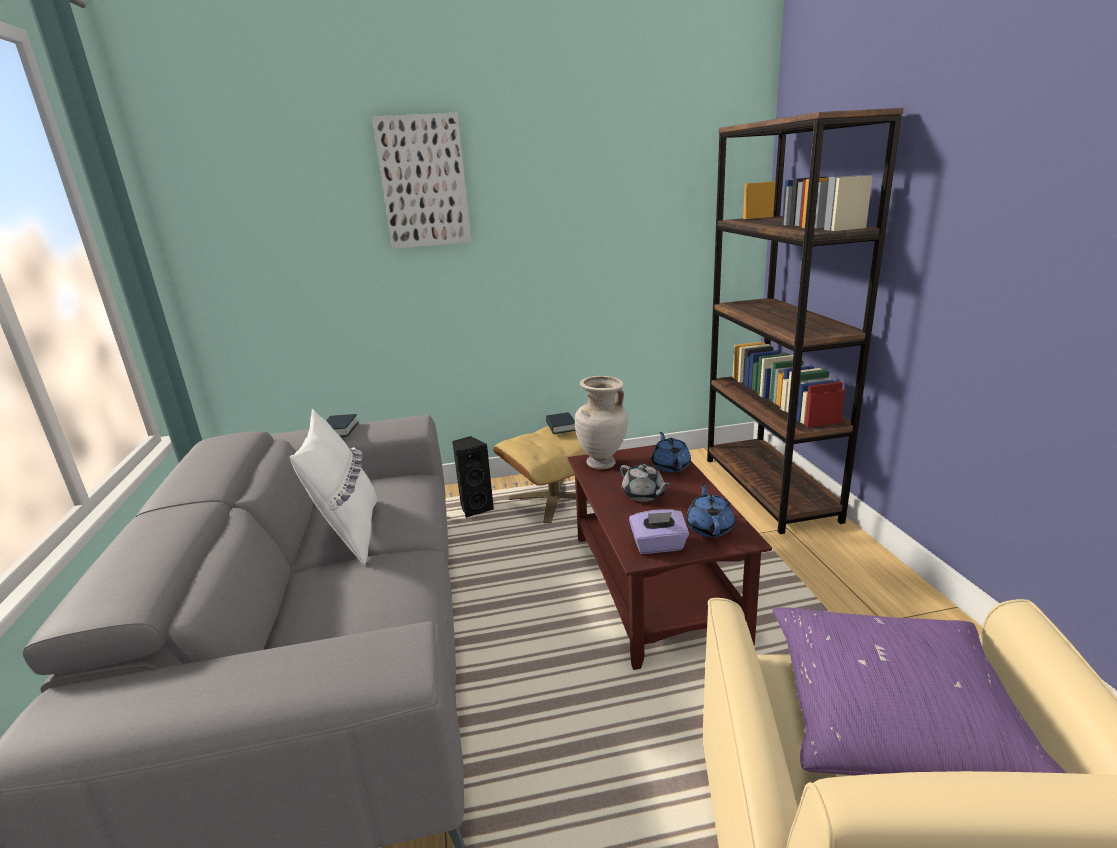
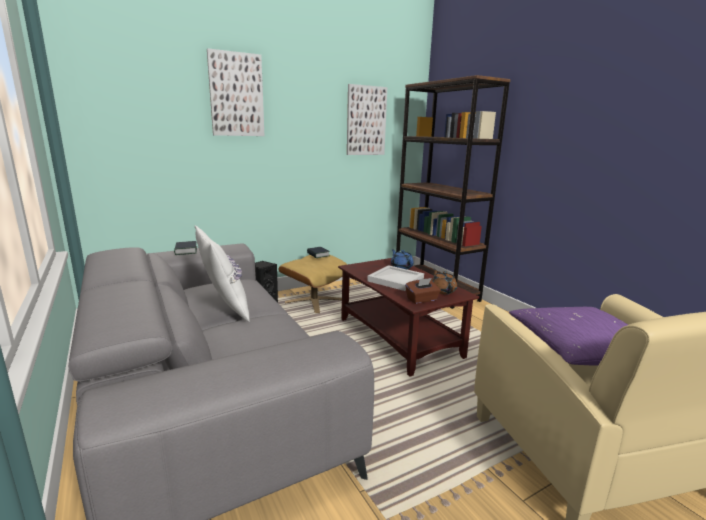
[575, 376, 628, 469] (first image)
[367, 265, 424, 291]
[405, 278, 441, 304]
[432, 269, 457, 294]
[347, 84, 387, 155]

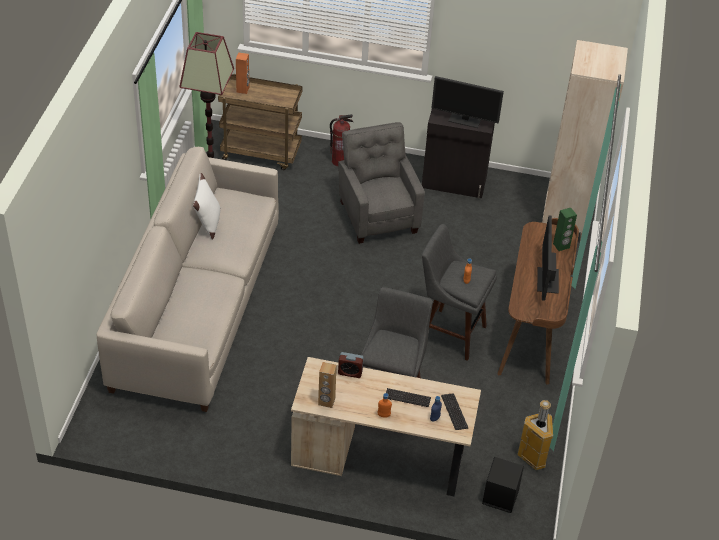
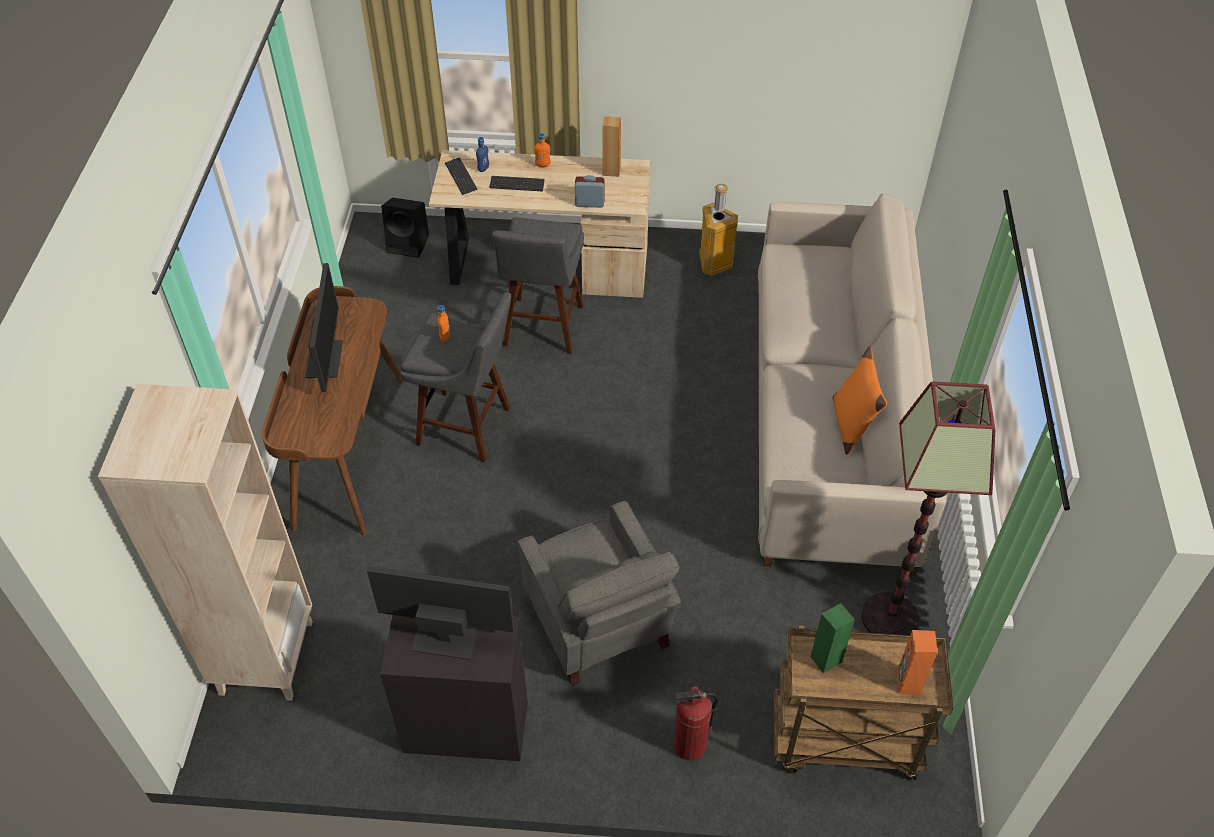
[833, 346, 887, 454]
[699, 184, 738, 276]
[811, 603, 855, 673]

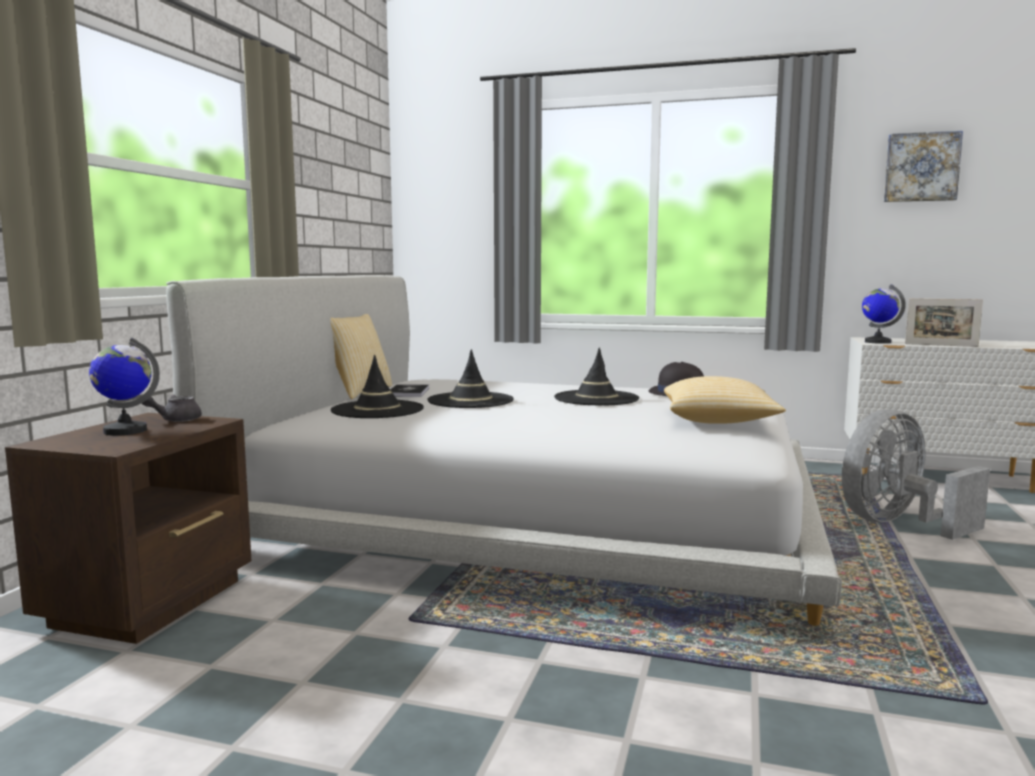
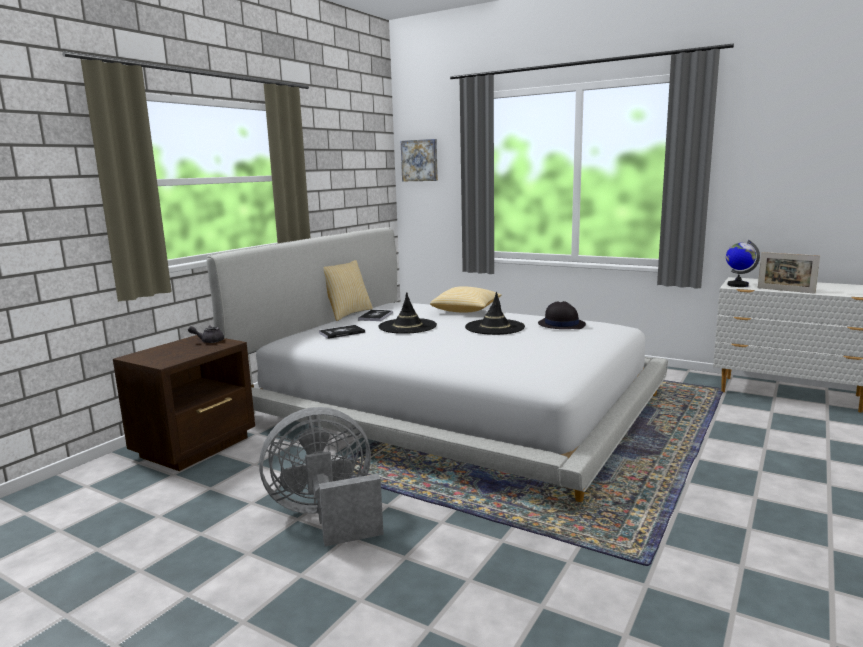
[89, 338, 160, 436] (first image)
[319, 325, 365, 339]
[430, 286, 502, 312]
[259, 407, 384, 546]
[401, 139, 438, 181]

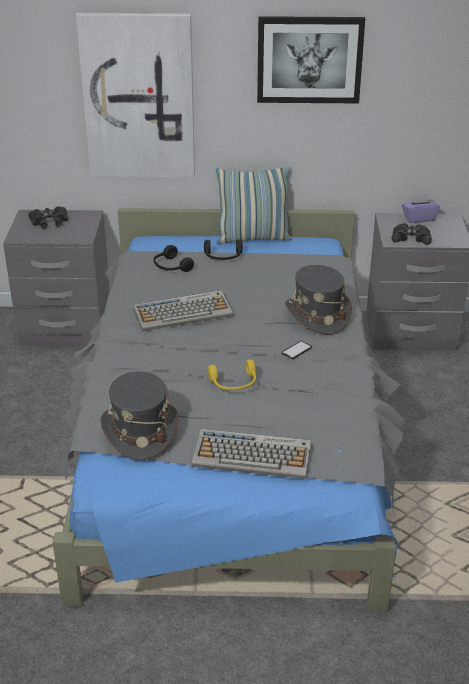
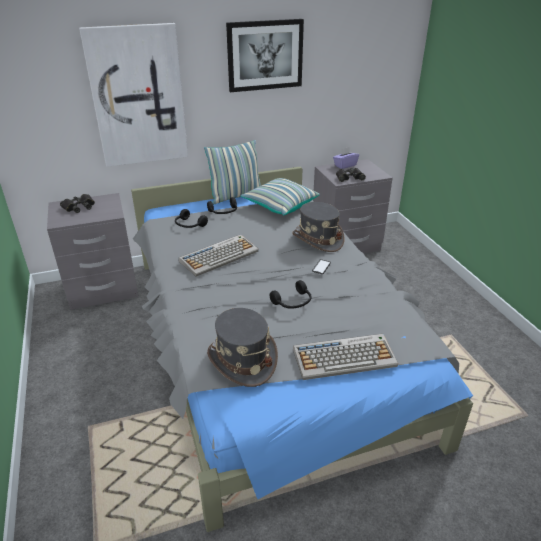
[270, 280, 312, 309]
[241, 178, 320, 215]

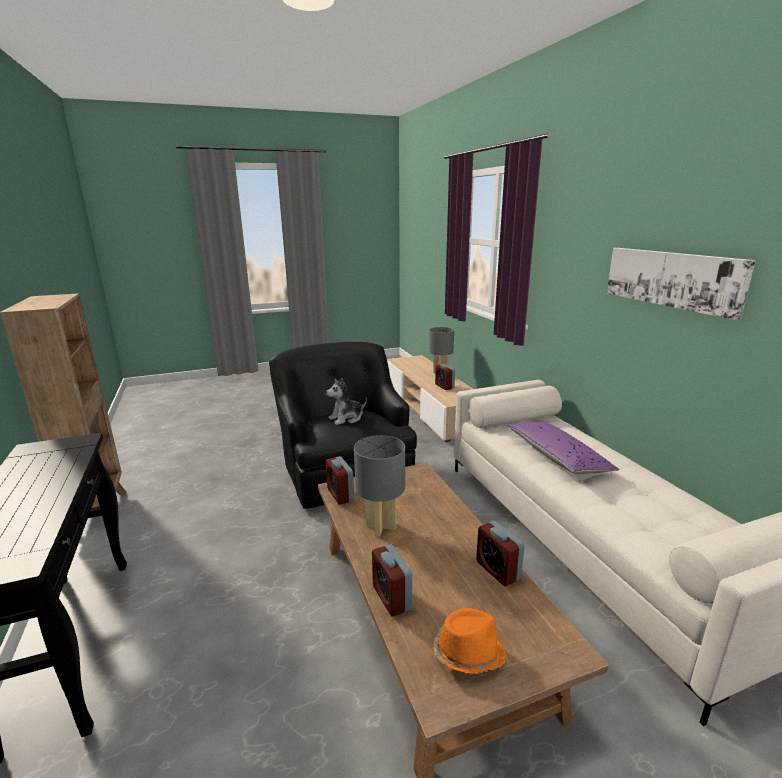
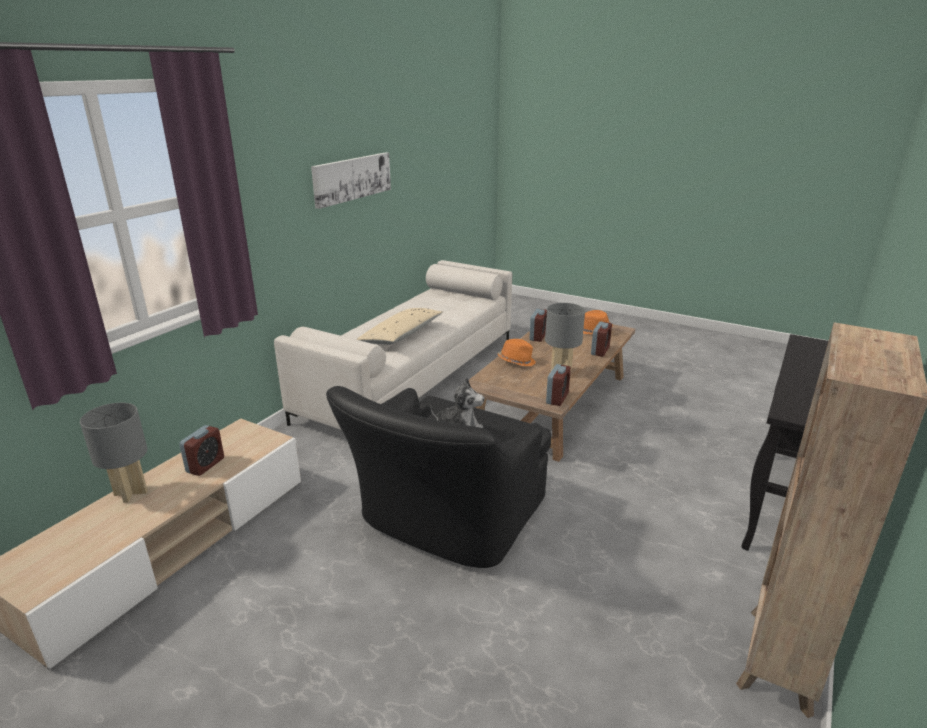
[356, 308, 443, 345]
[498, 339, 536, 366]

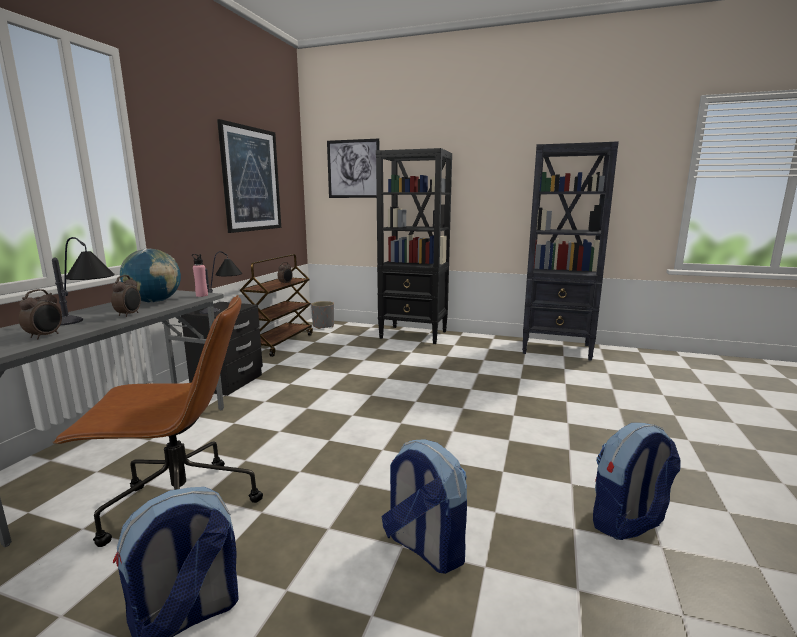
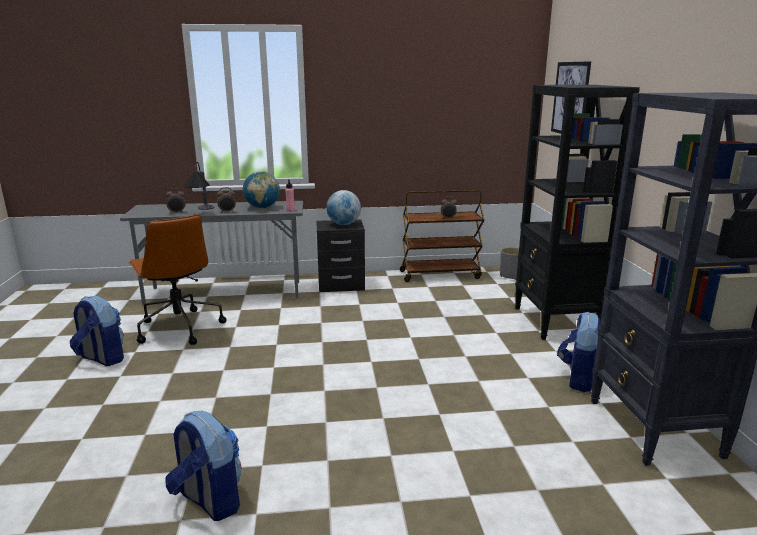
[326, 190, 361, 225]
[217, 119, 281, 233] (first image)
[557, 312, 600, 392]

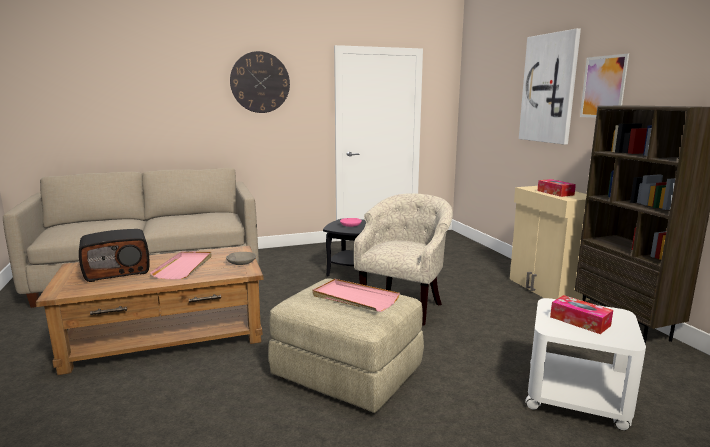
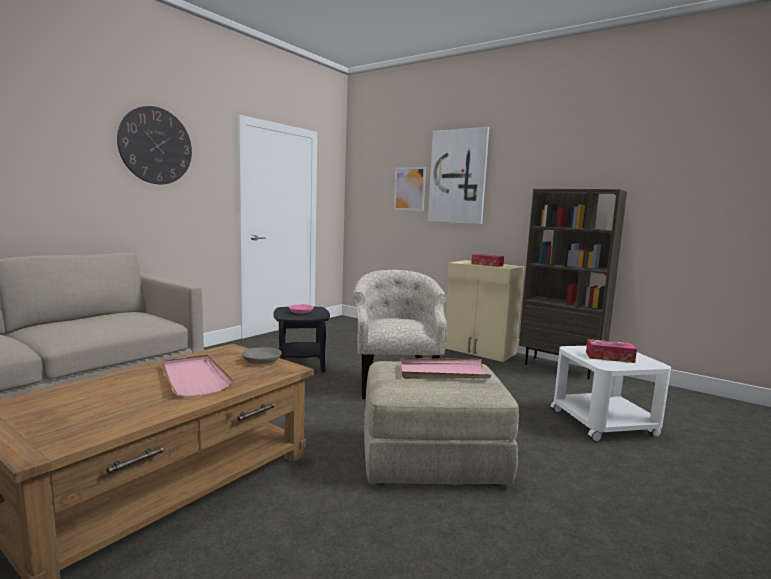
[79, 229, 150, 282] (first image)
[394, 167, 426, 211]

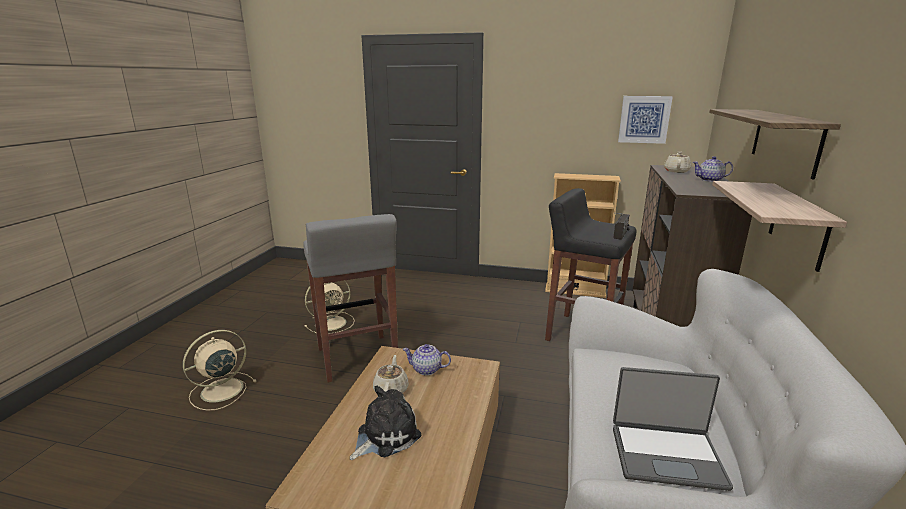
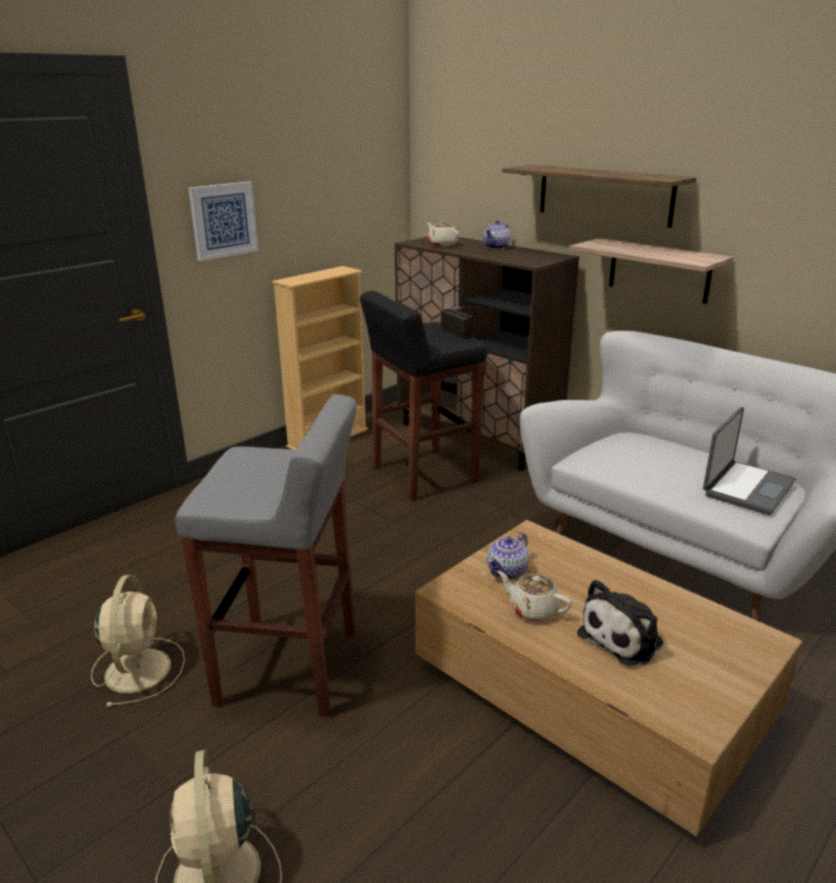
[577, 579, 663, 666]
[188, 182, 258, 261]

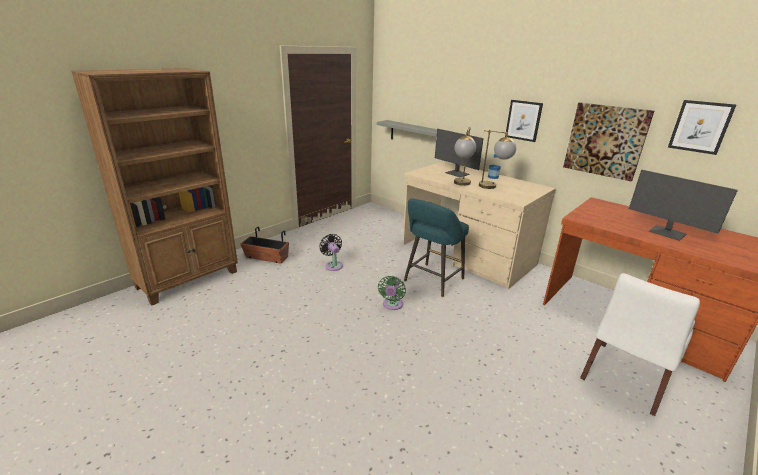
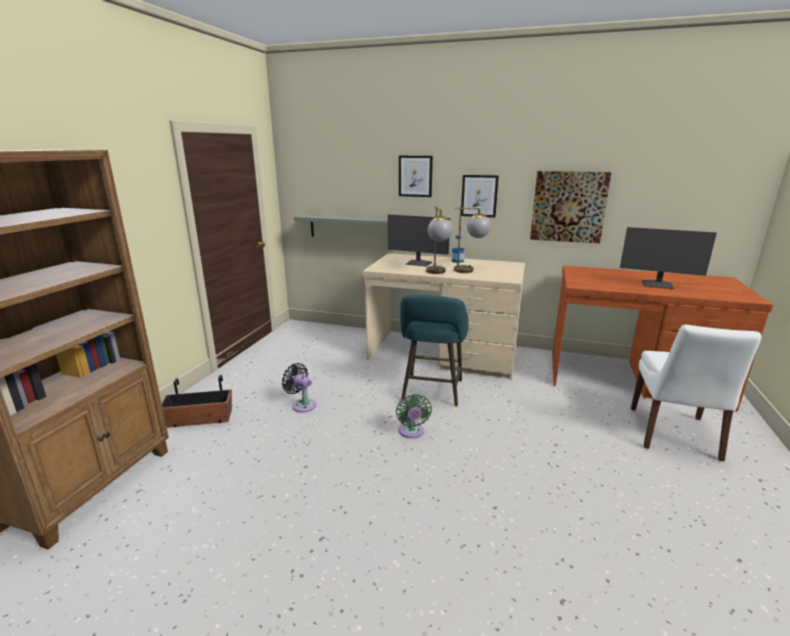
[399, 156, 433, 197]

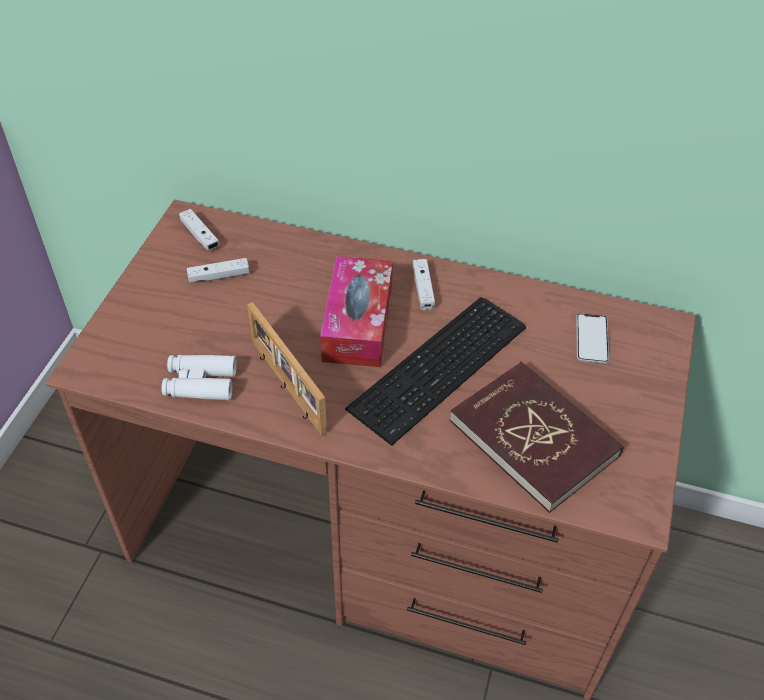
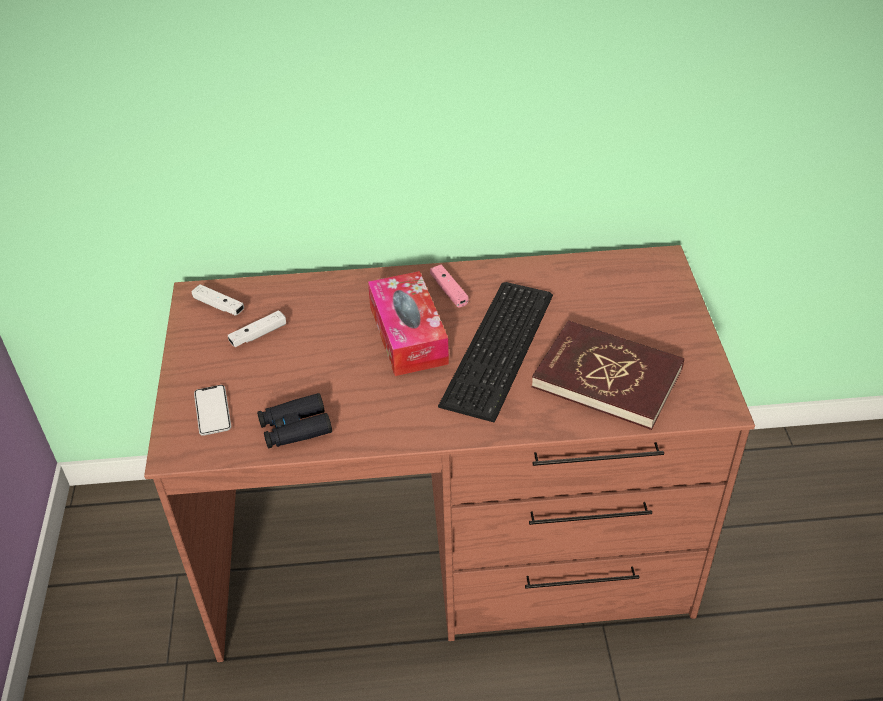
[257, 393, 332, 448]
[247, 302, 327, 437] (first image)
[430, 265, 469, 308]
[194, 385, 231, 436]

